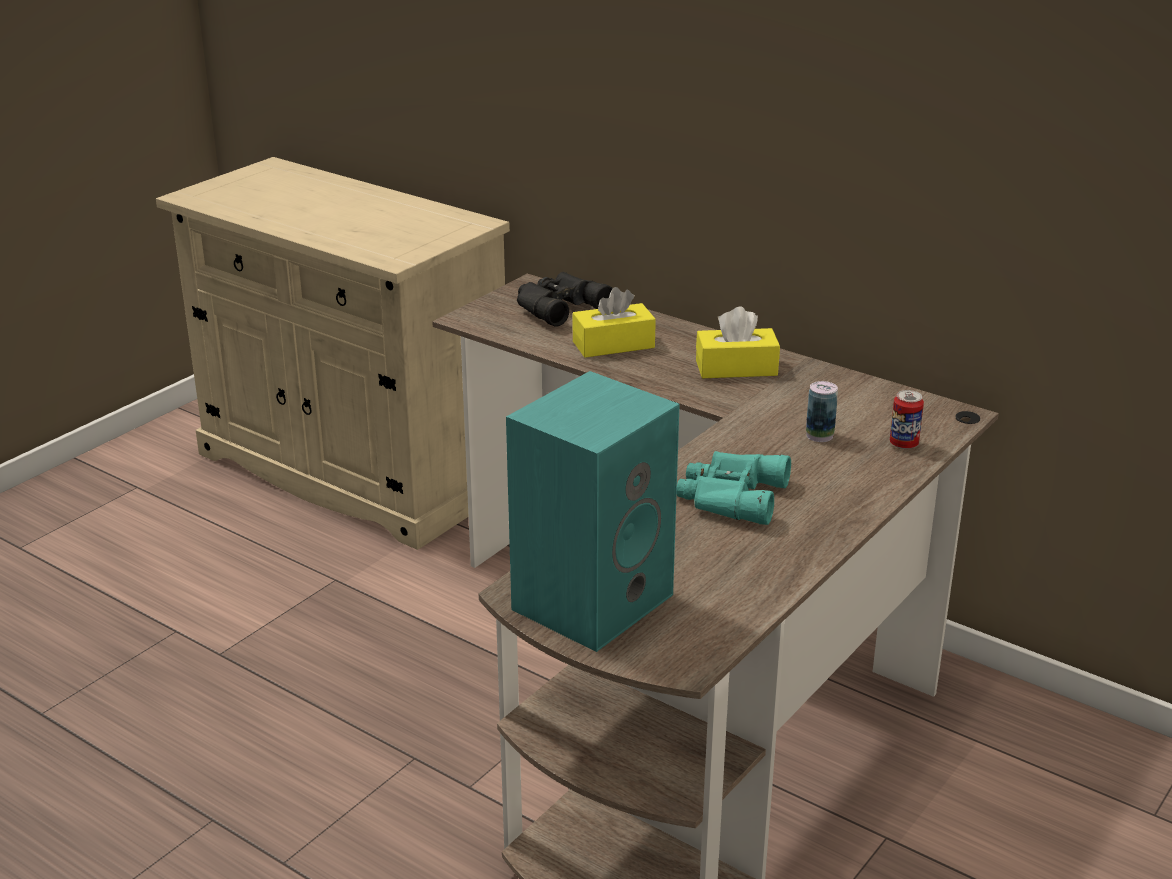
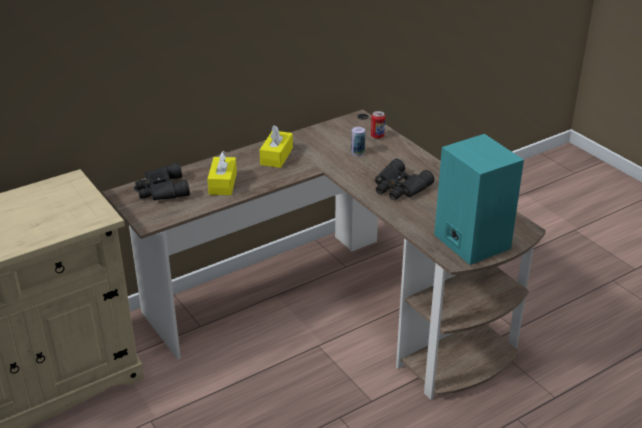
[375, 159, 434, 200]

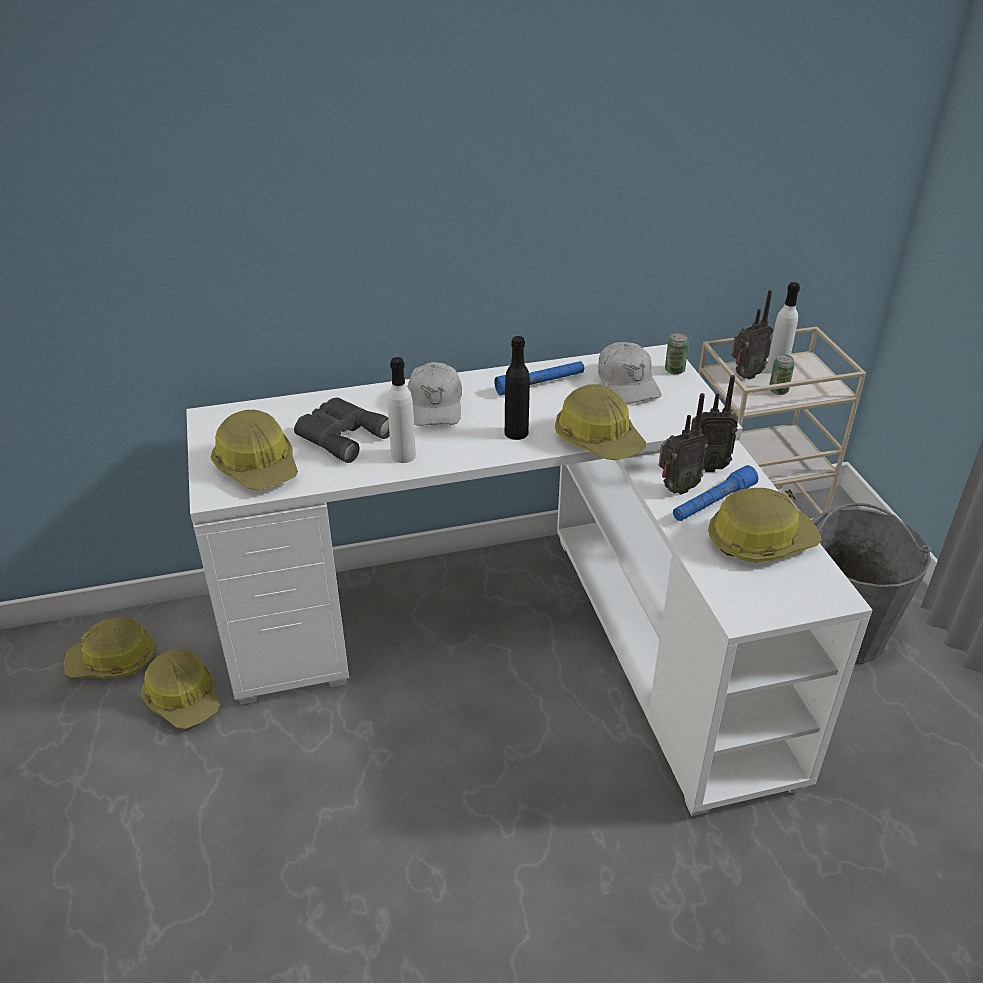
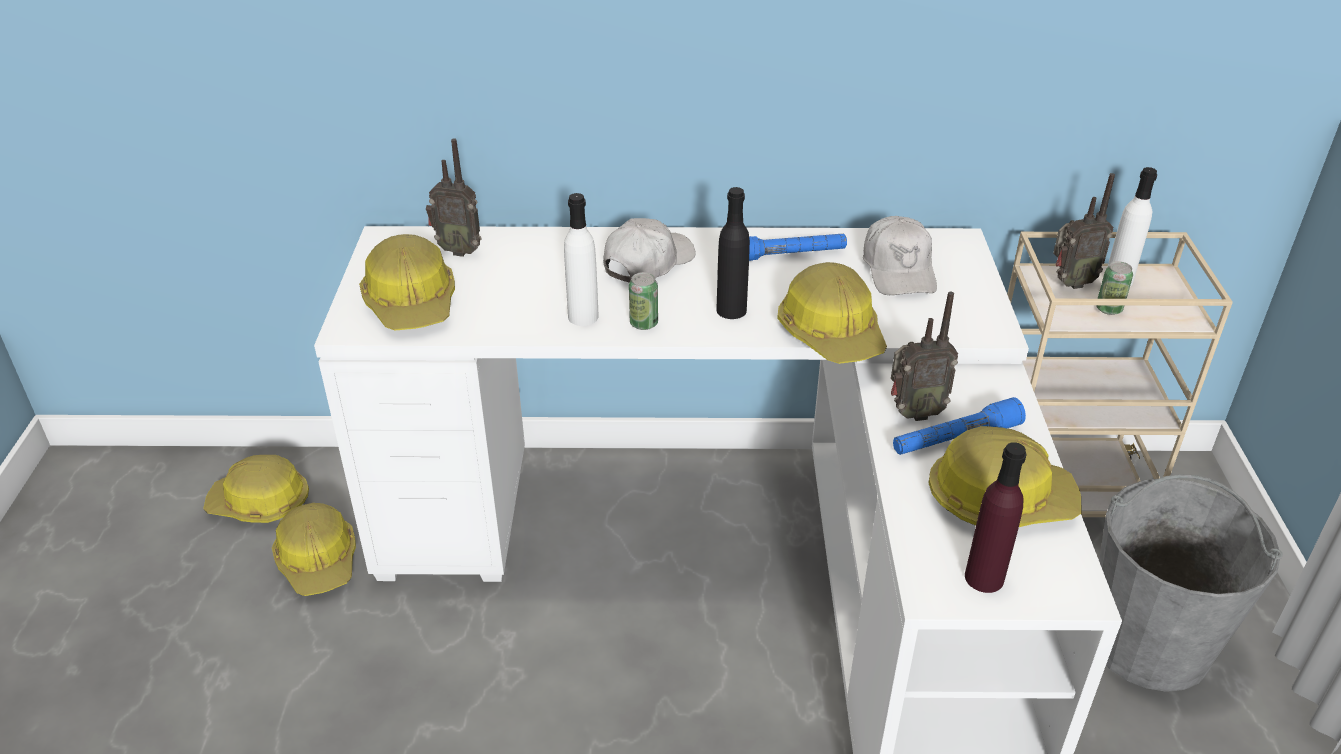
[294, 398, 390, 463] (first image)
[603, 218, 696, 283]
[629, 272, 658, 330]
[426, 139, 482, 257]
[965, 442, 1027, 593]

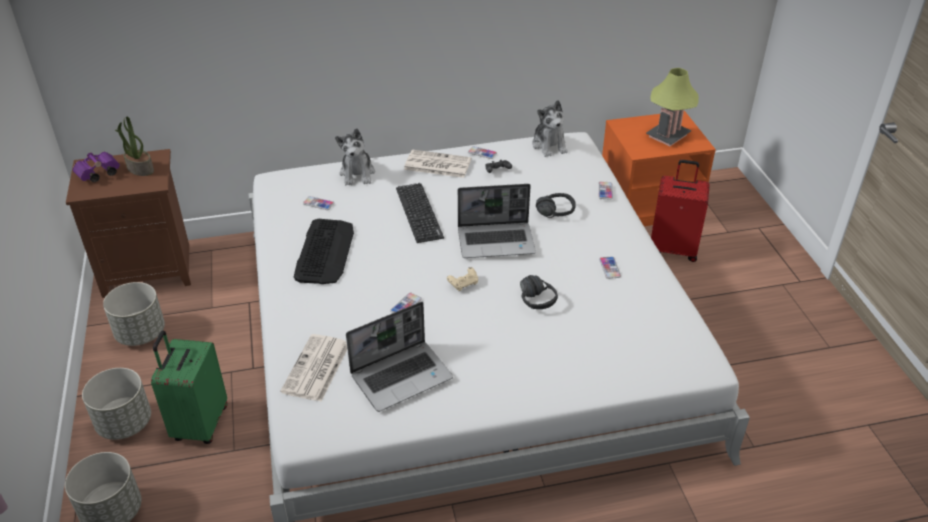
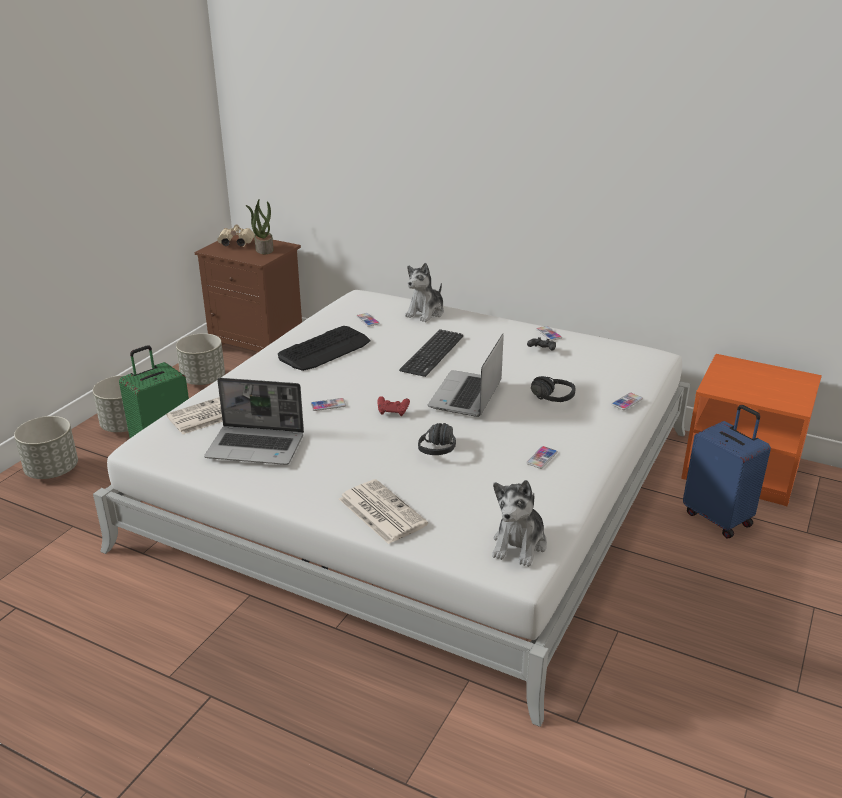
[217, 225, 255, 247]
[339, 479, 428, 544]
[378, 396, 410, 416]
[428, 334, 503, 417]
[492, 480, 547, 567]
[646, 68, 699, 146] (first image)
[683, 405, 771, 538]

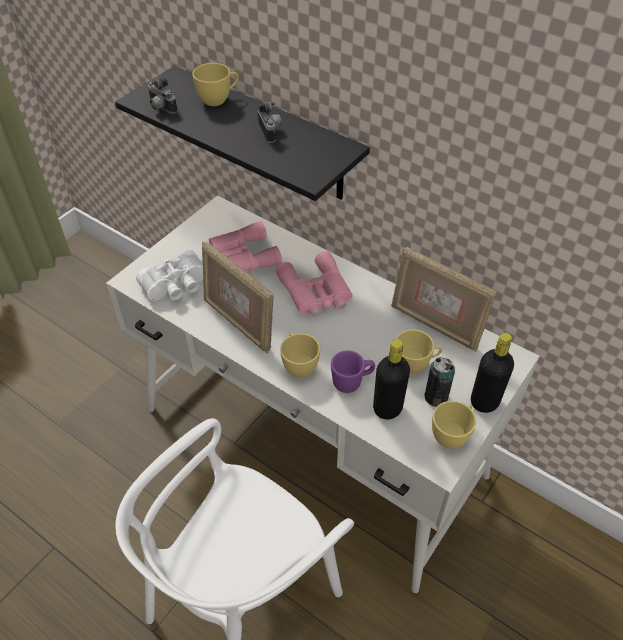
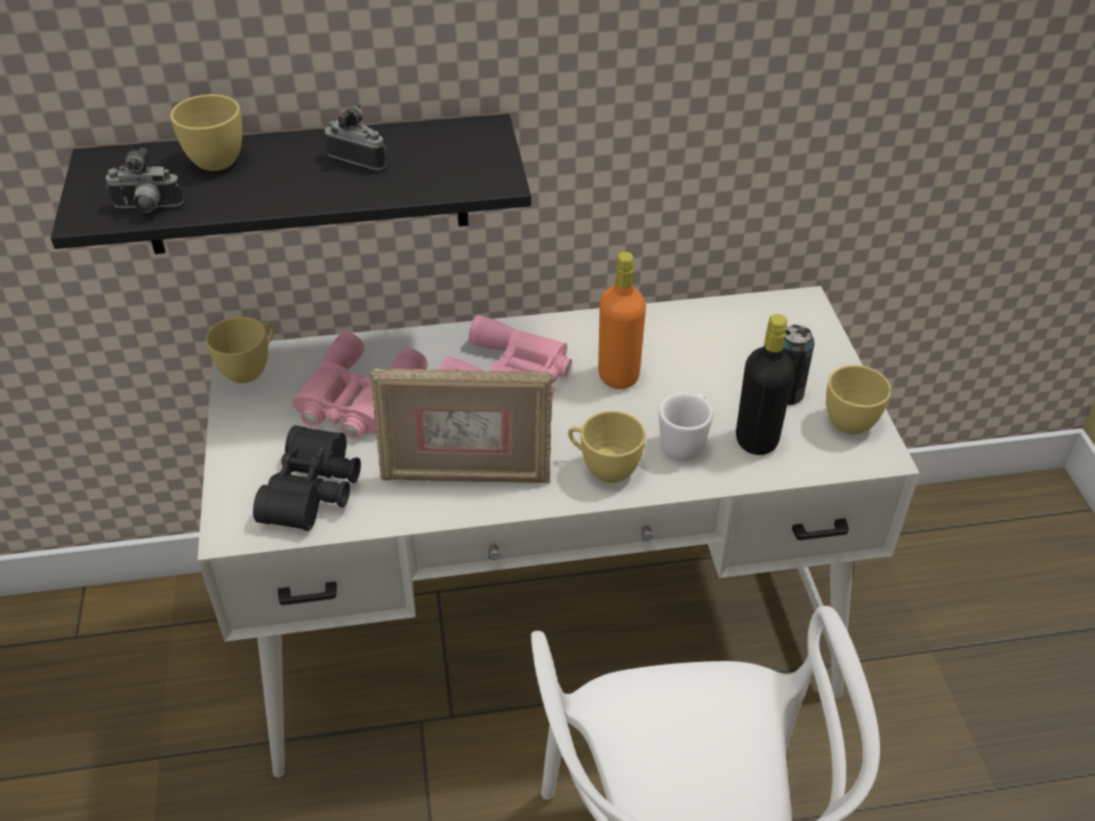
[253, 425, 361, 531]
[659, 392, 713, 460]
[391, 247, 497, 352] (first image)
[206, 317, 274, 383]
[471, 333, 514, 413] (first image)
[598, 251, 646, 389]

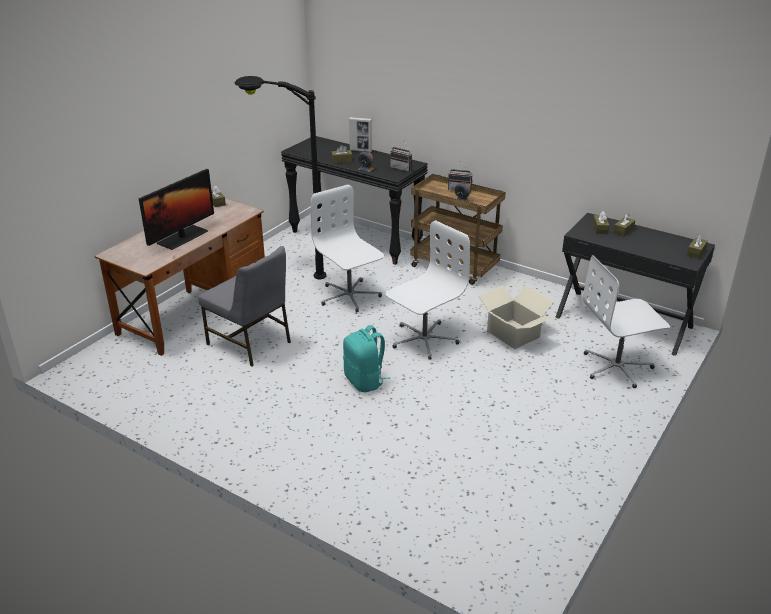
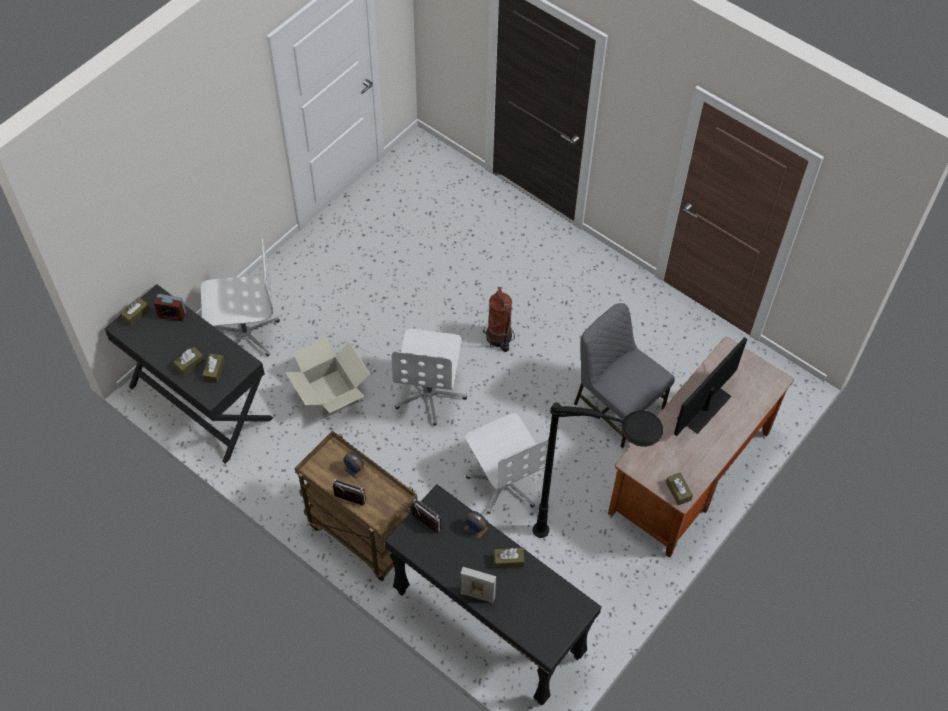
[483, 287, 515, 352]
[392, 329, 467, 426]
[154, 294, 186, 321]

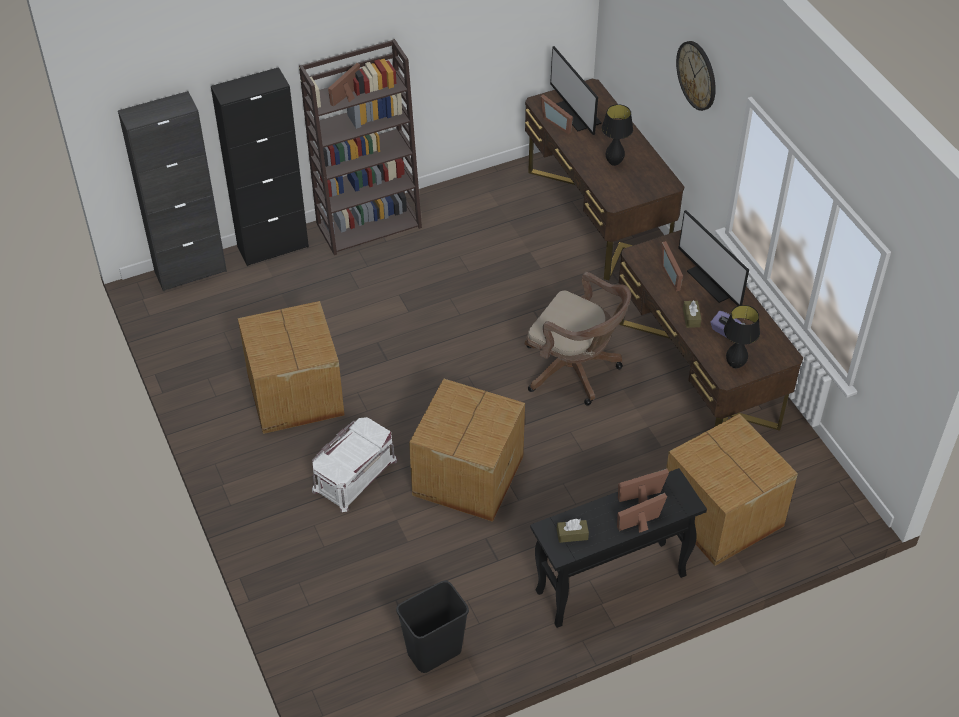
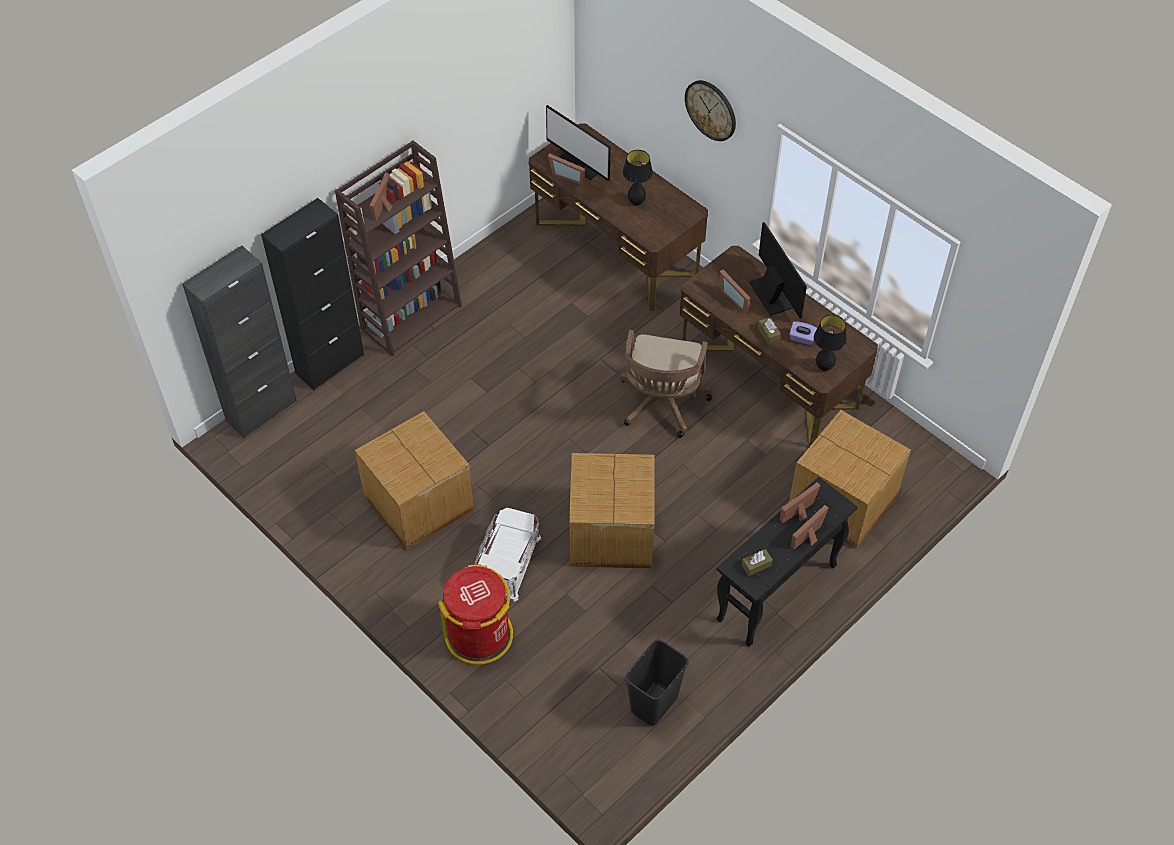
[619, 330, 712, 438]
[749, 222, 807, 318]
[438, 564, 513, 665]

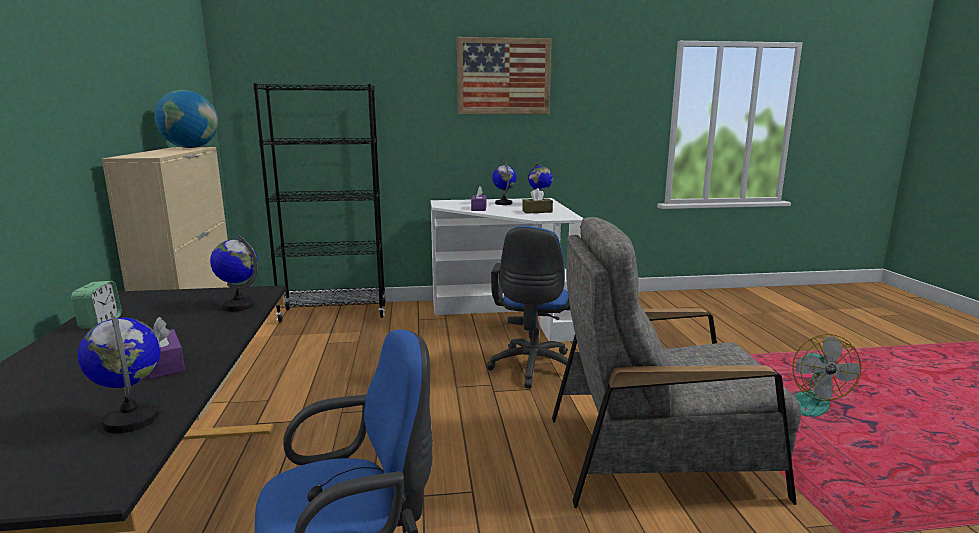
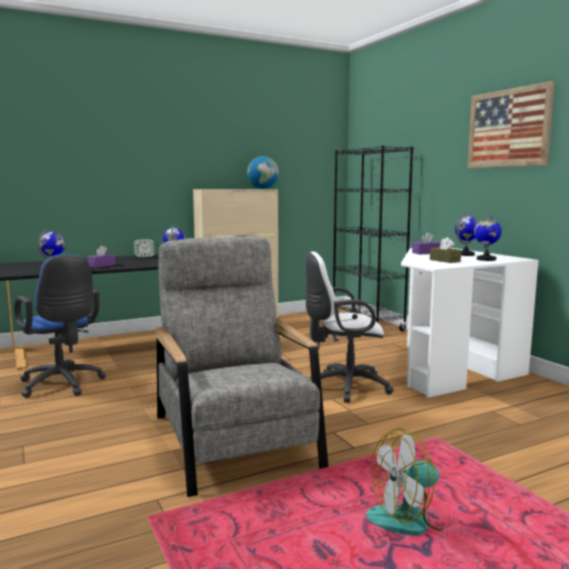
[305, 251, 394, 403]

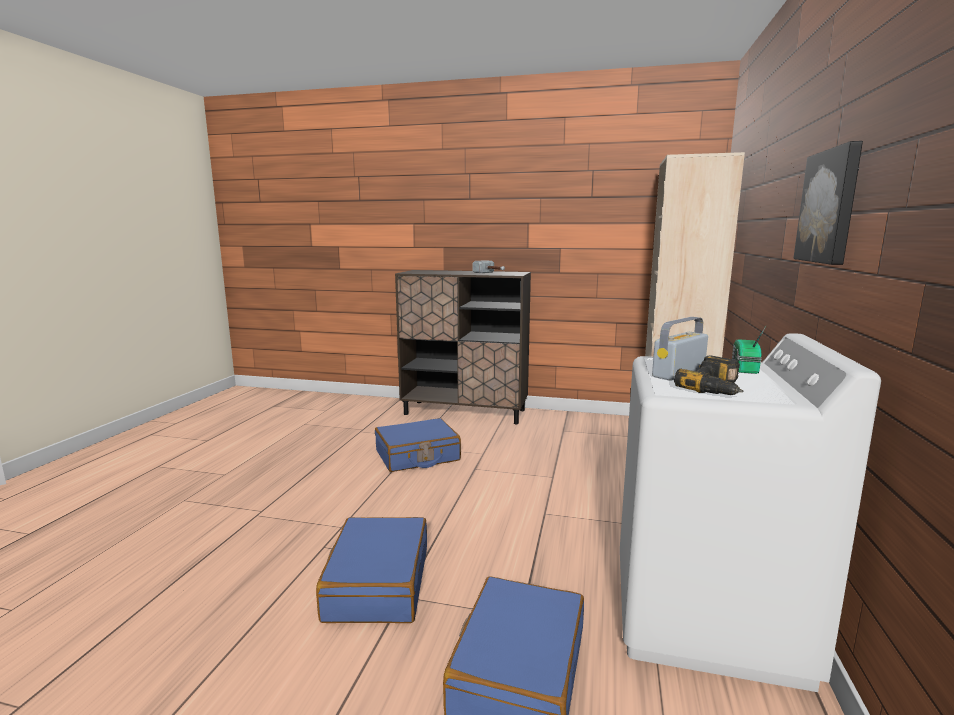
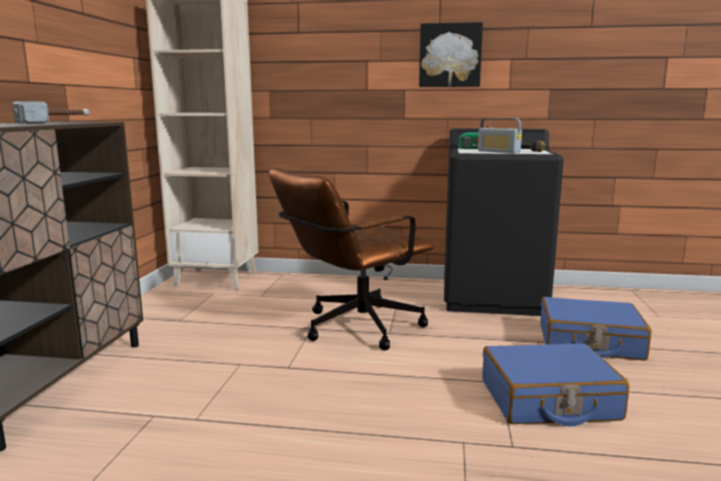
[375, 418, 461, 472] (first image)
[444, 128, 564, 316]
[269, 169, 435, 350]

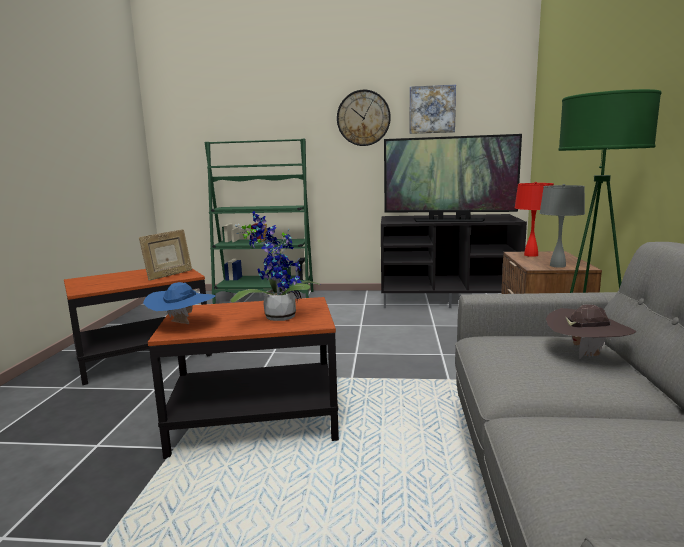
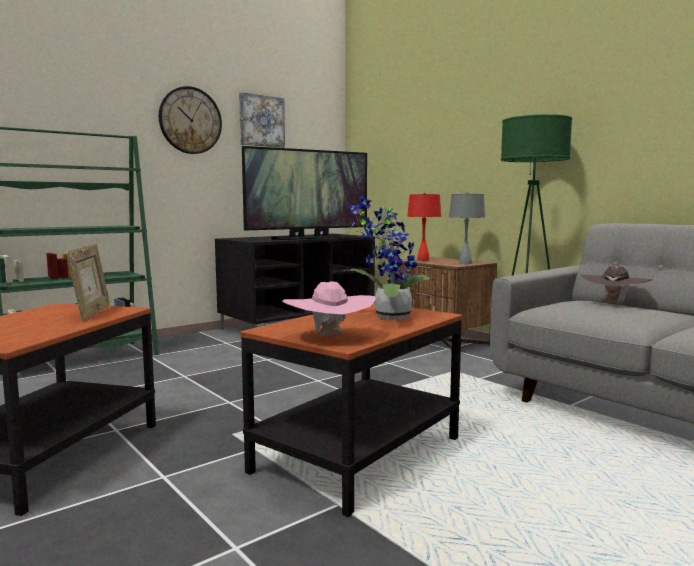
[282, 281, 376, 336]

